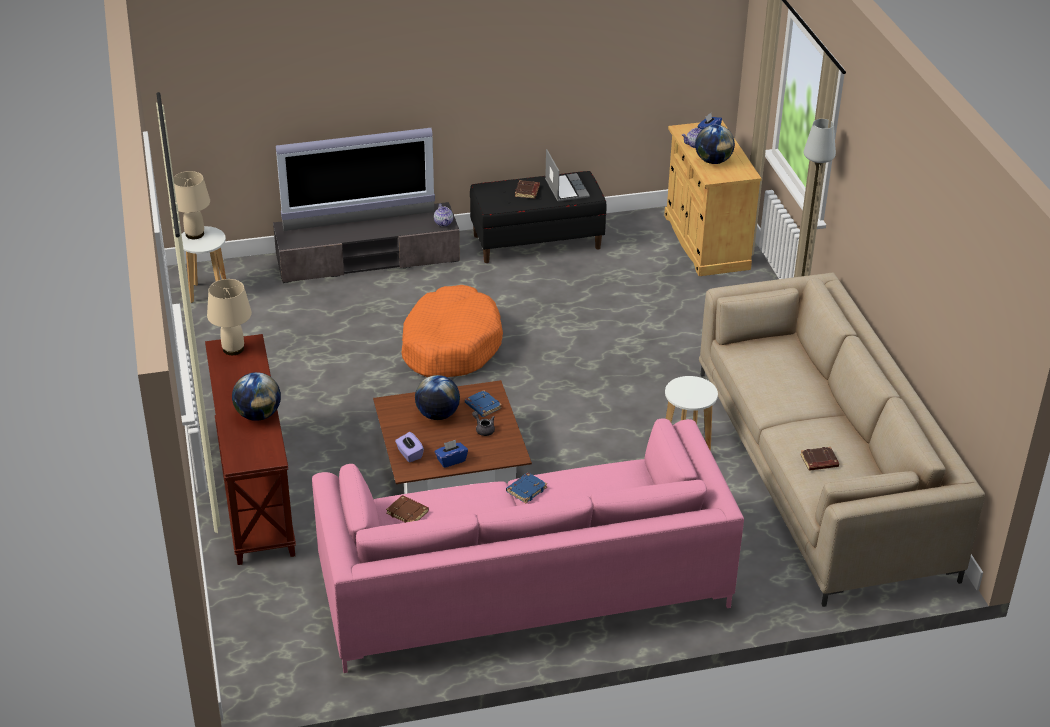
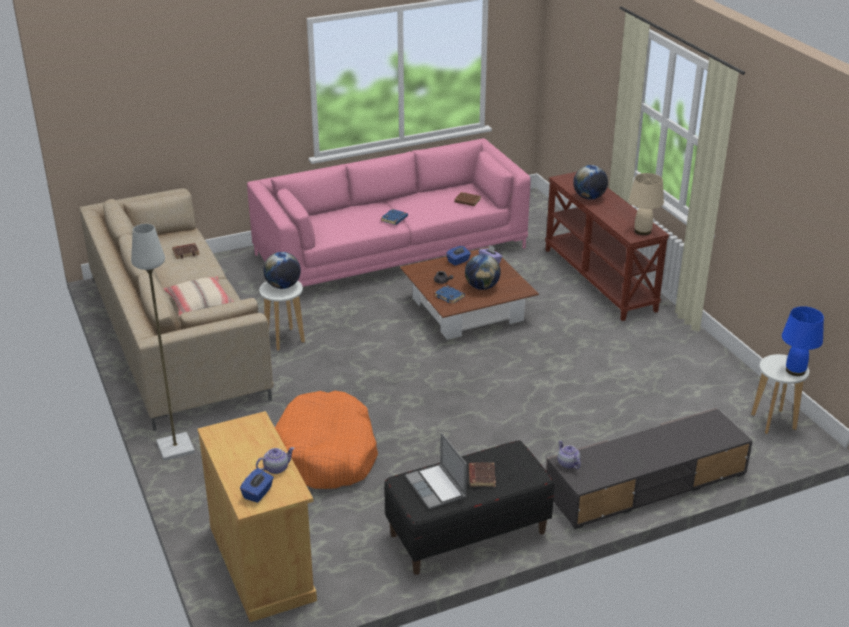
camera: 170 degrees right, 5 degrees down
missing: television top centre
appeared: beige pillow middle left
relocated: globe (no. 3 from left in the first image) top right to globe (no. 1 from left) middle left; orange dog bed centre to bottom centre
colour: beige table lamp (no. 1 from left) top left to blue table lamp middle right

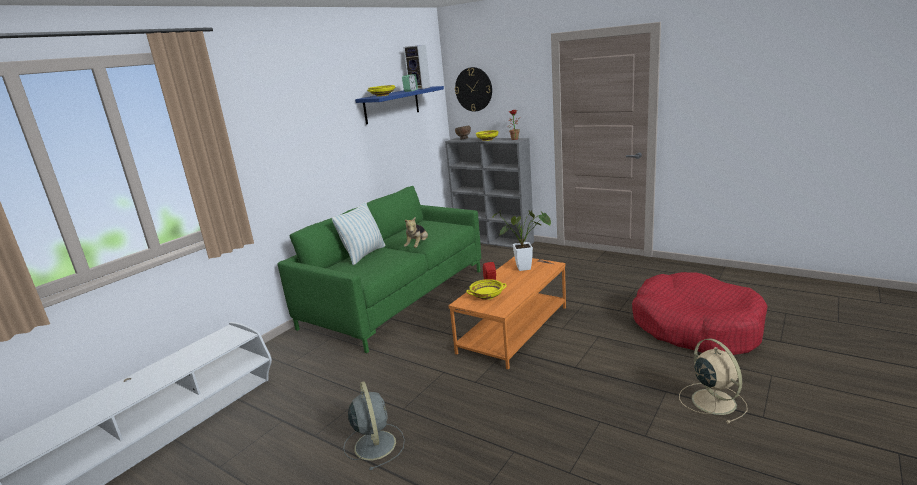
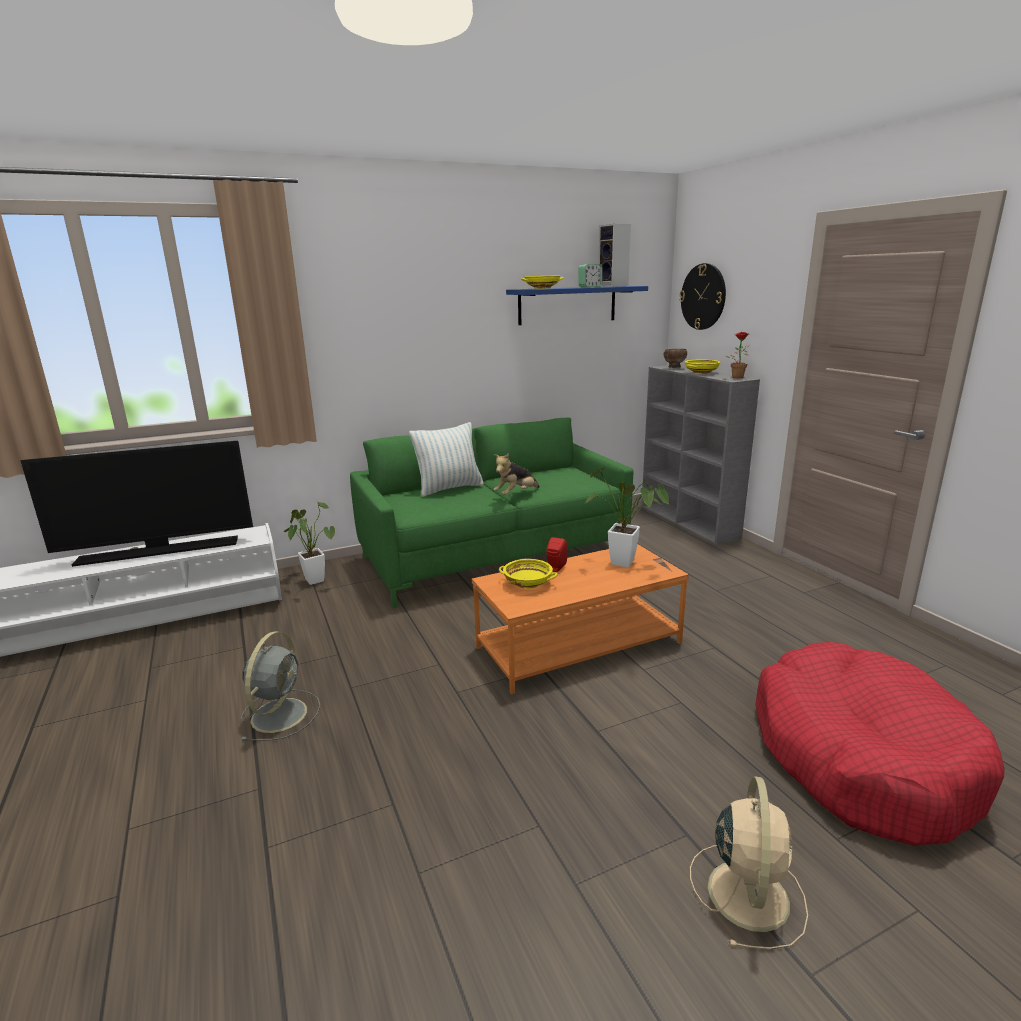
camera: 30 degrees right, 0 degrees up
appeared: television middle left; potted plant (no. 1 from left) middle left

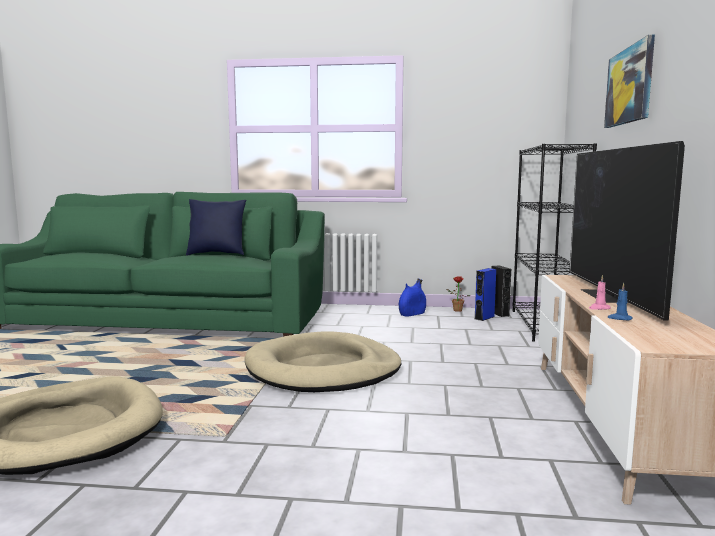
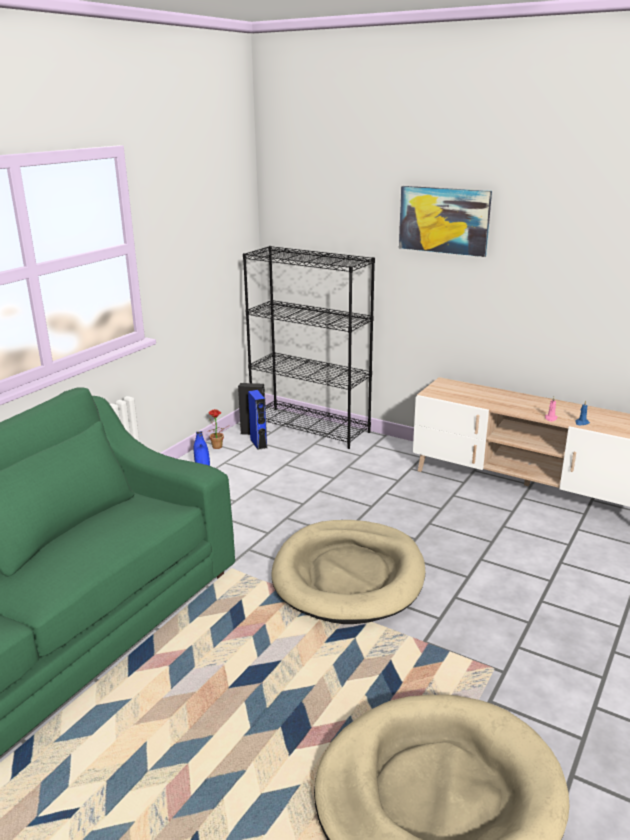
camera: 65 degrees left, 15 degrees up
missing: blue pillow middle left; television middle right

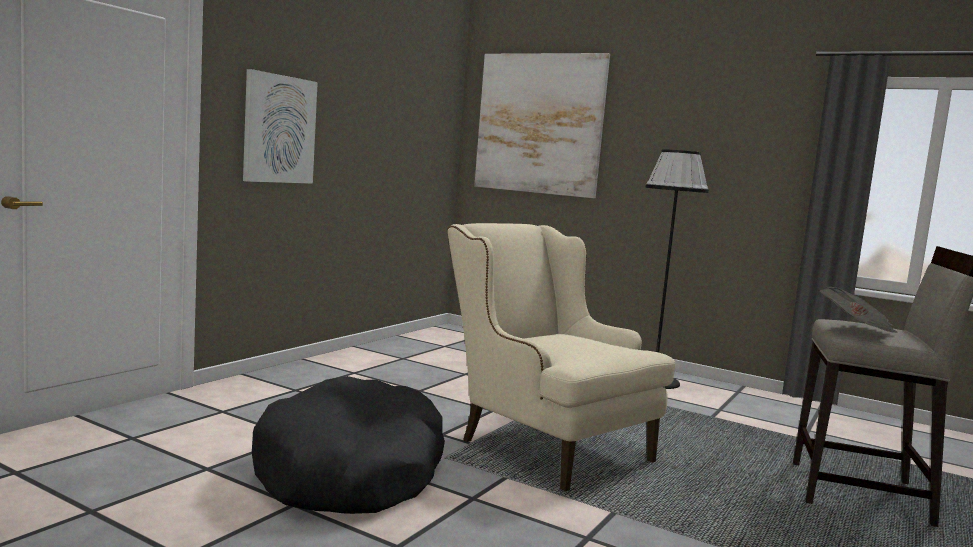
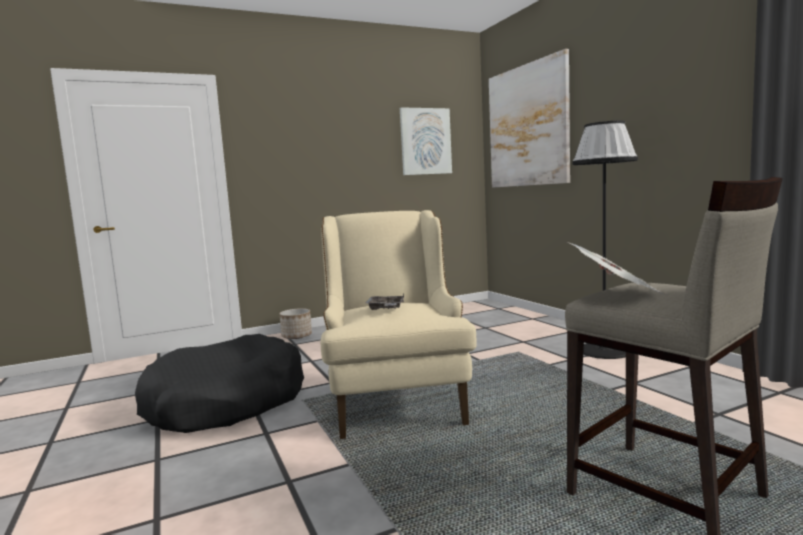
camera: 35 degrees right, 0 degrees up
appeared: planter centre; grey tray centre
relocated: picture (no. 1 from left) top left to top centre

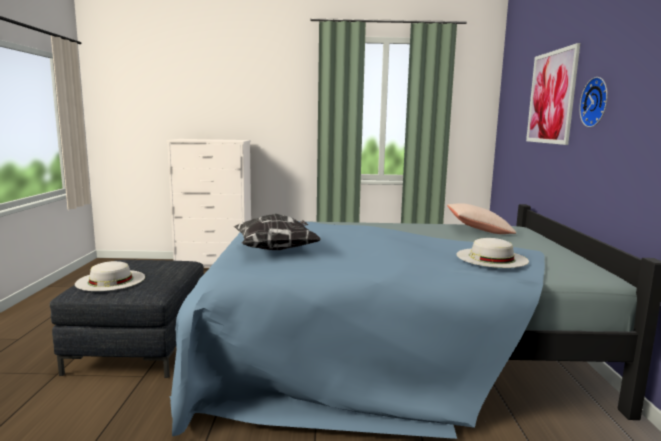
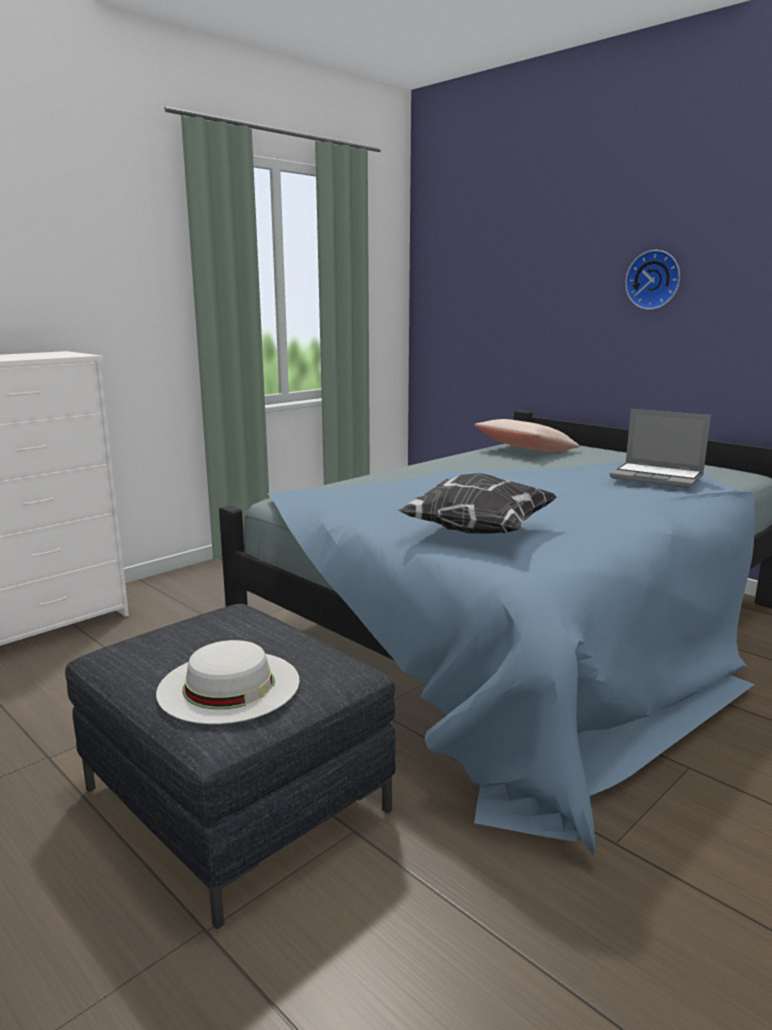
camera: 45 degrees left, 5 degrees up
missing: picture top right
exchanged: white hat (no. 2 from left) middle right to laptop middle right

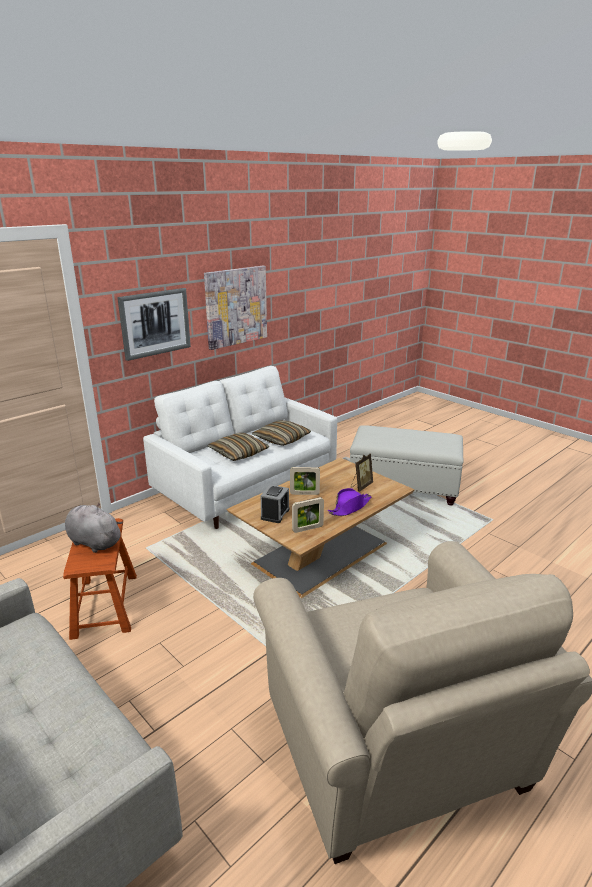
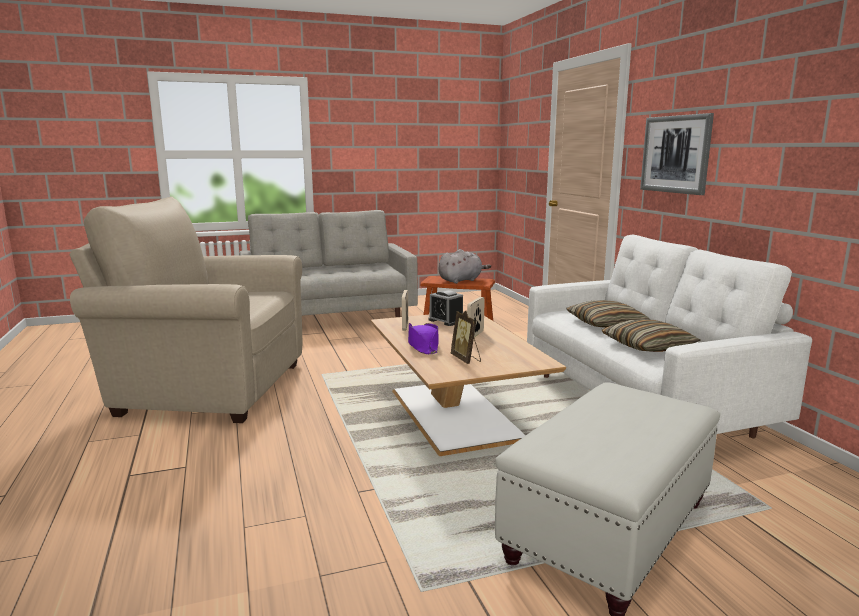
camera: 115 degrees right, 10 degrees down
missing: picture (no. 2 from left) centre

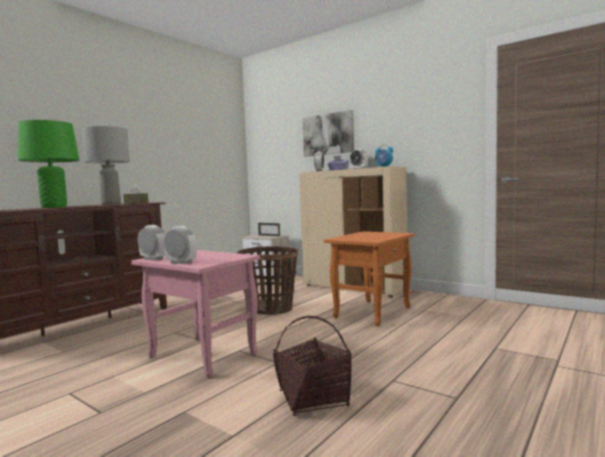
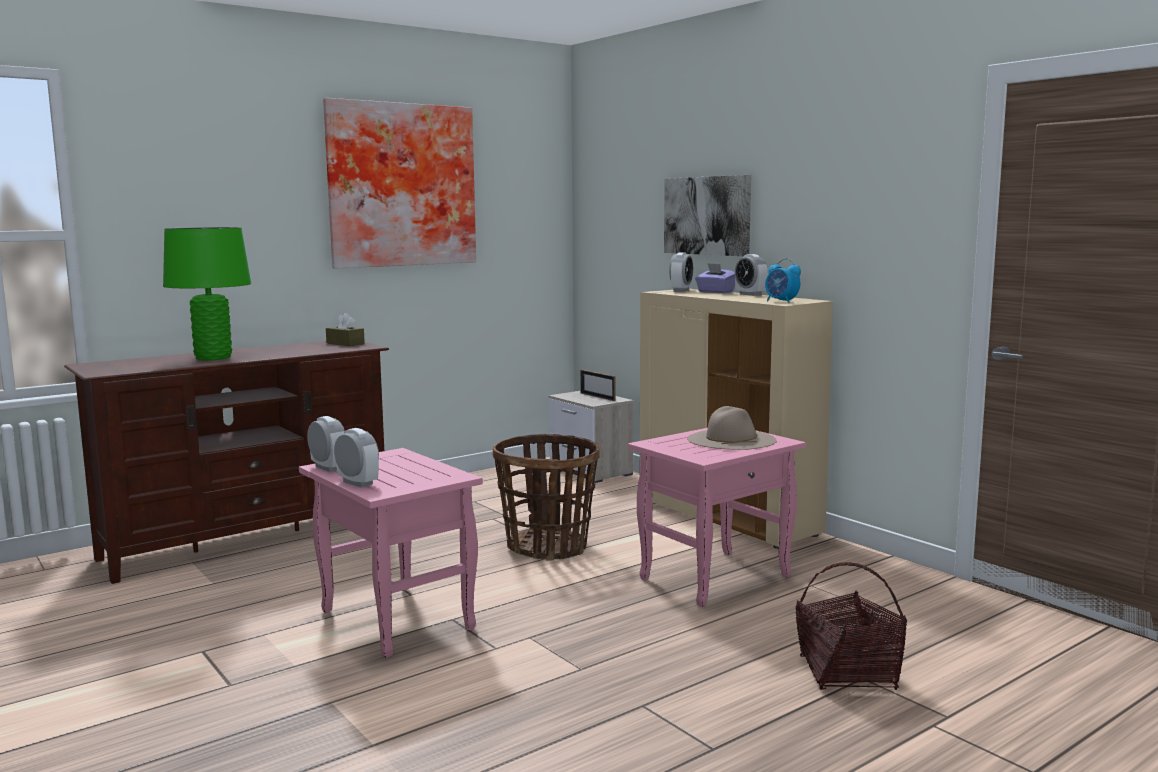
camera: 15 degrees right, 5 degrees up
missing: grey table lamp middle left
appeared: picture (no. 1 from left) top centre; beige hat centre
relocated: basket (no. 2 from left) bottom centre to bottom right
colour: orange side table centre to pink side table (no. 2 from left) bottom centre

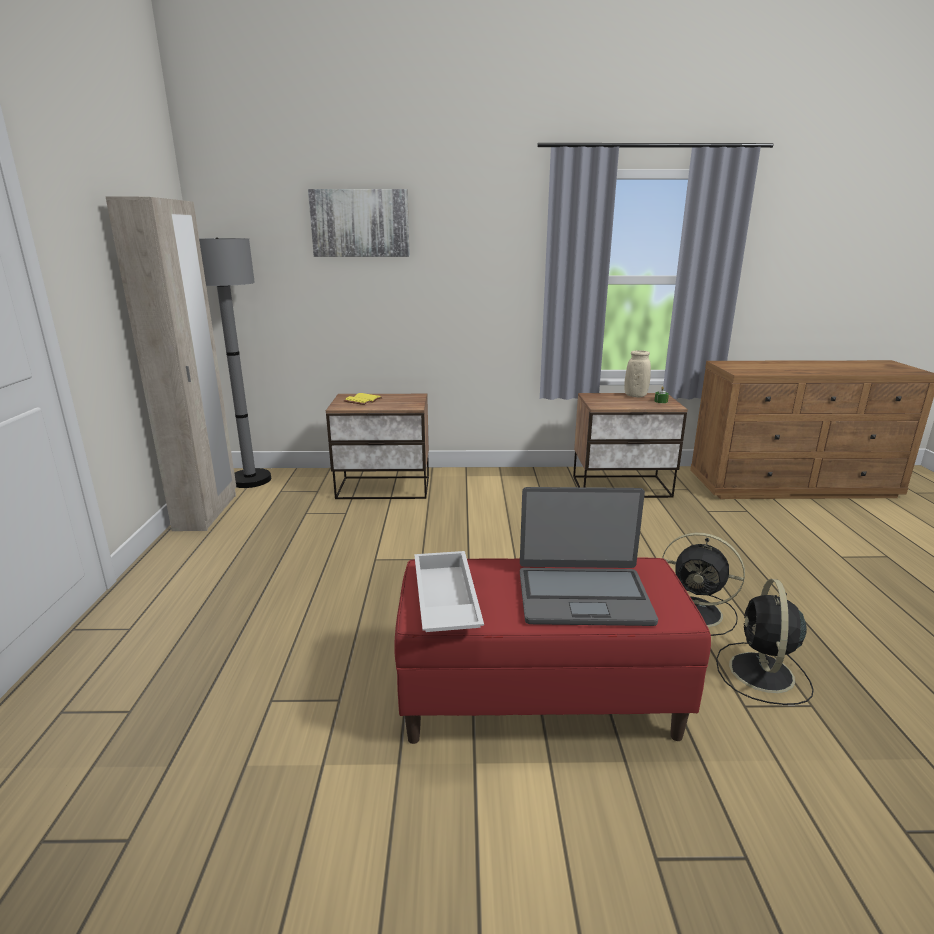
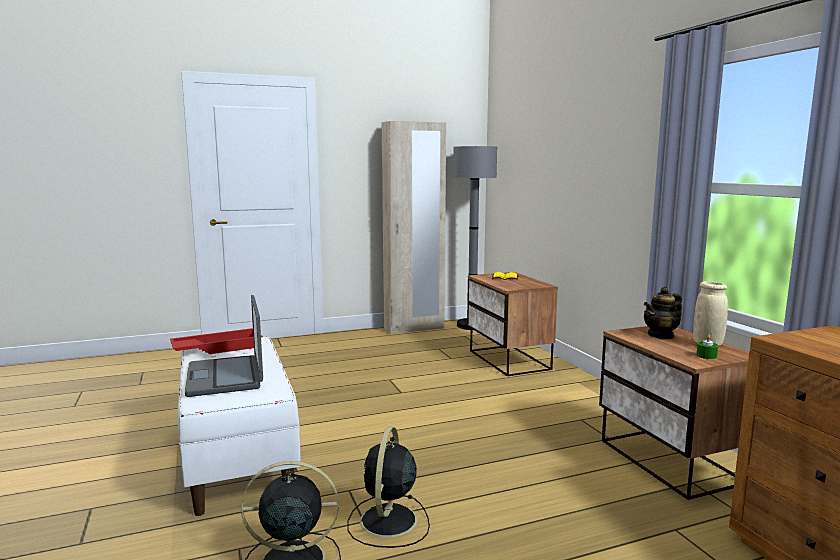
camera: 70 degrees right, 10 degrees down
missing: picture top centre
appeared: teapot middle right
colour: white tray centre to red tray middle left; red bench bottom centre to white bench bottom left

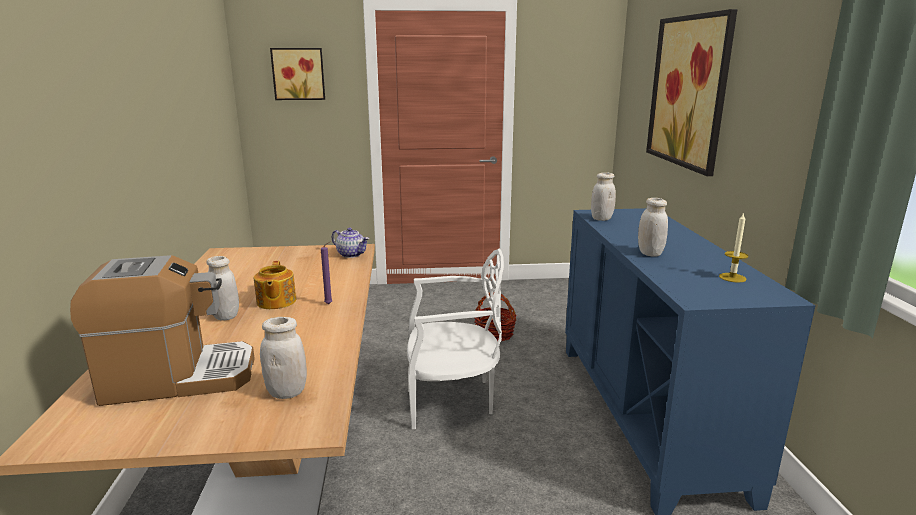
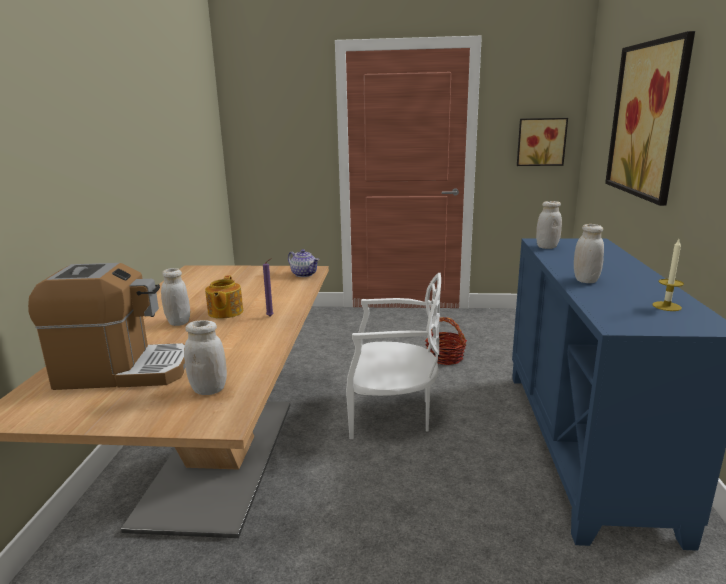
camera: 10 degrees right, 0 degrees up
relocated: picture (no. 1 from left) top left to top right

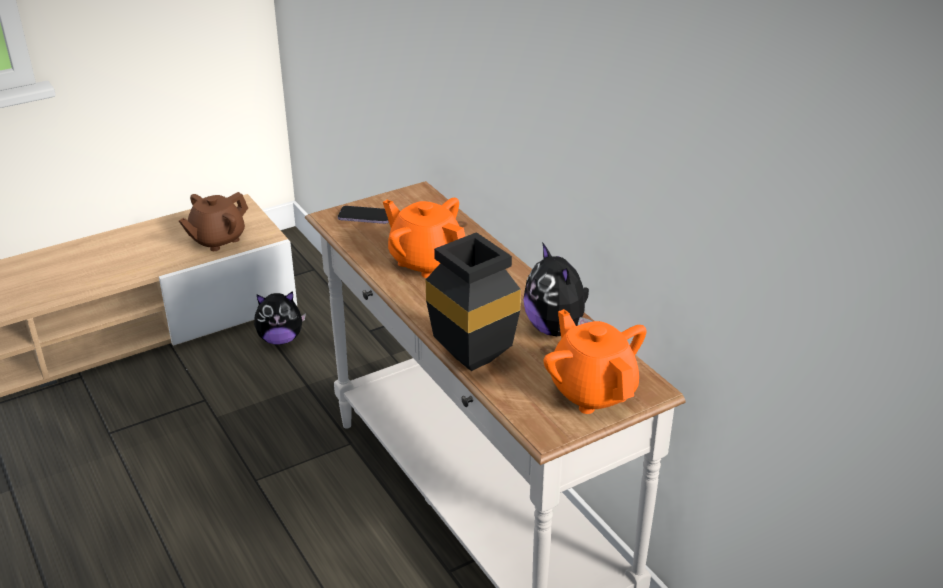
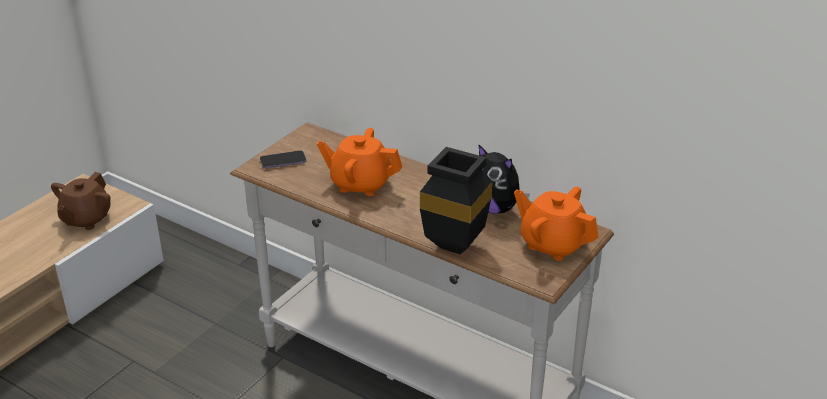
camera: 25 degrees left, 0 degrees up
missing: plush toy (no. 1 from left) middle left

